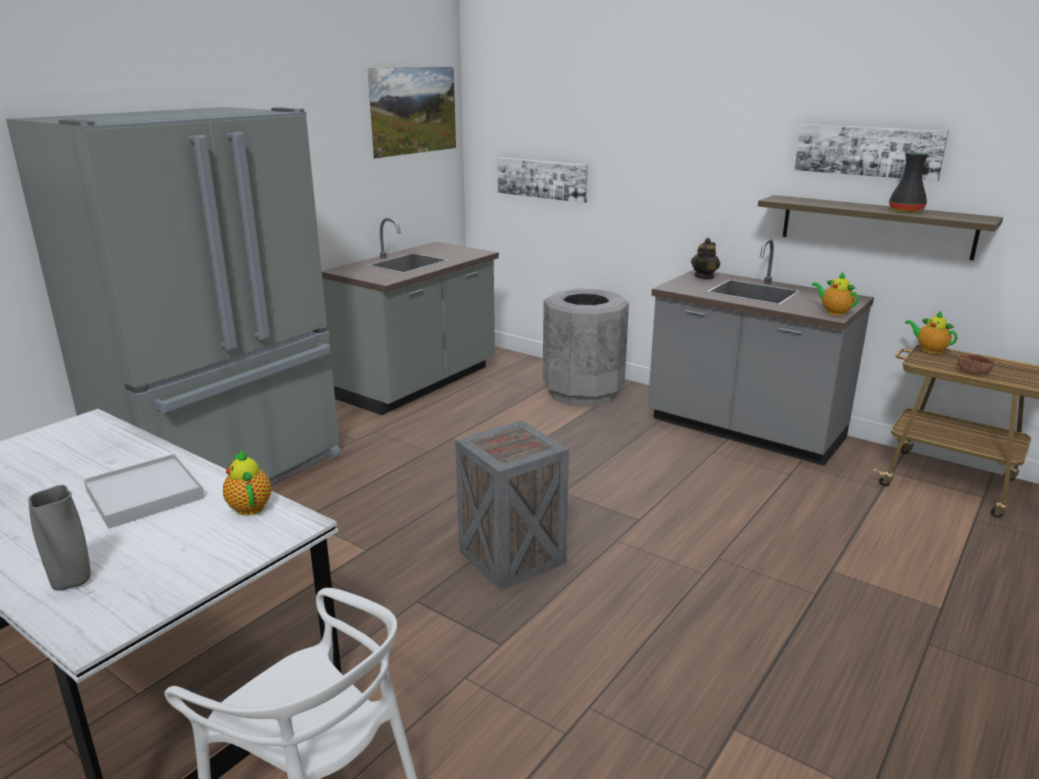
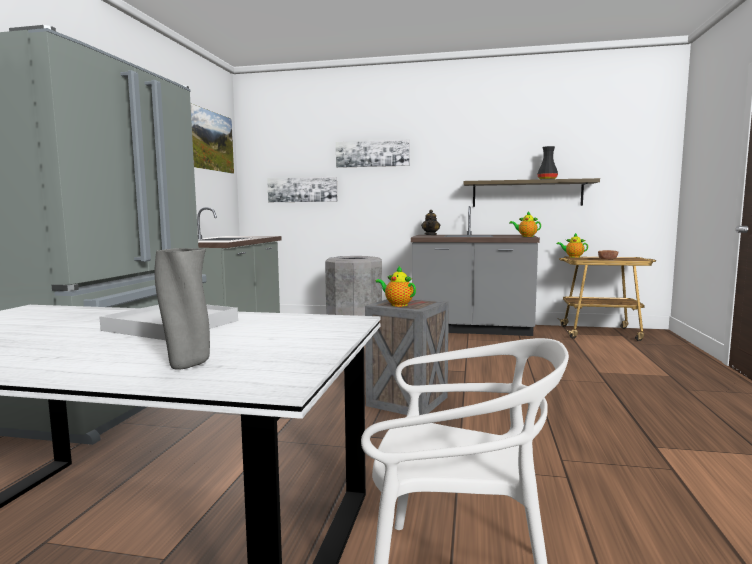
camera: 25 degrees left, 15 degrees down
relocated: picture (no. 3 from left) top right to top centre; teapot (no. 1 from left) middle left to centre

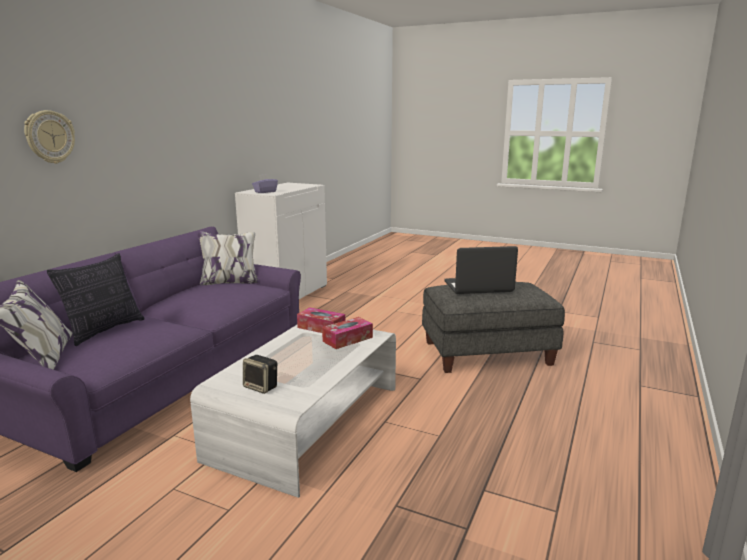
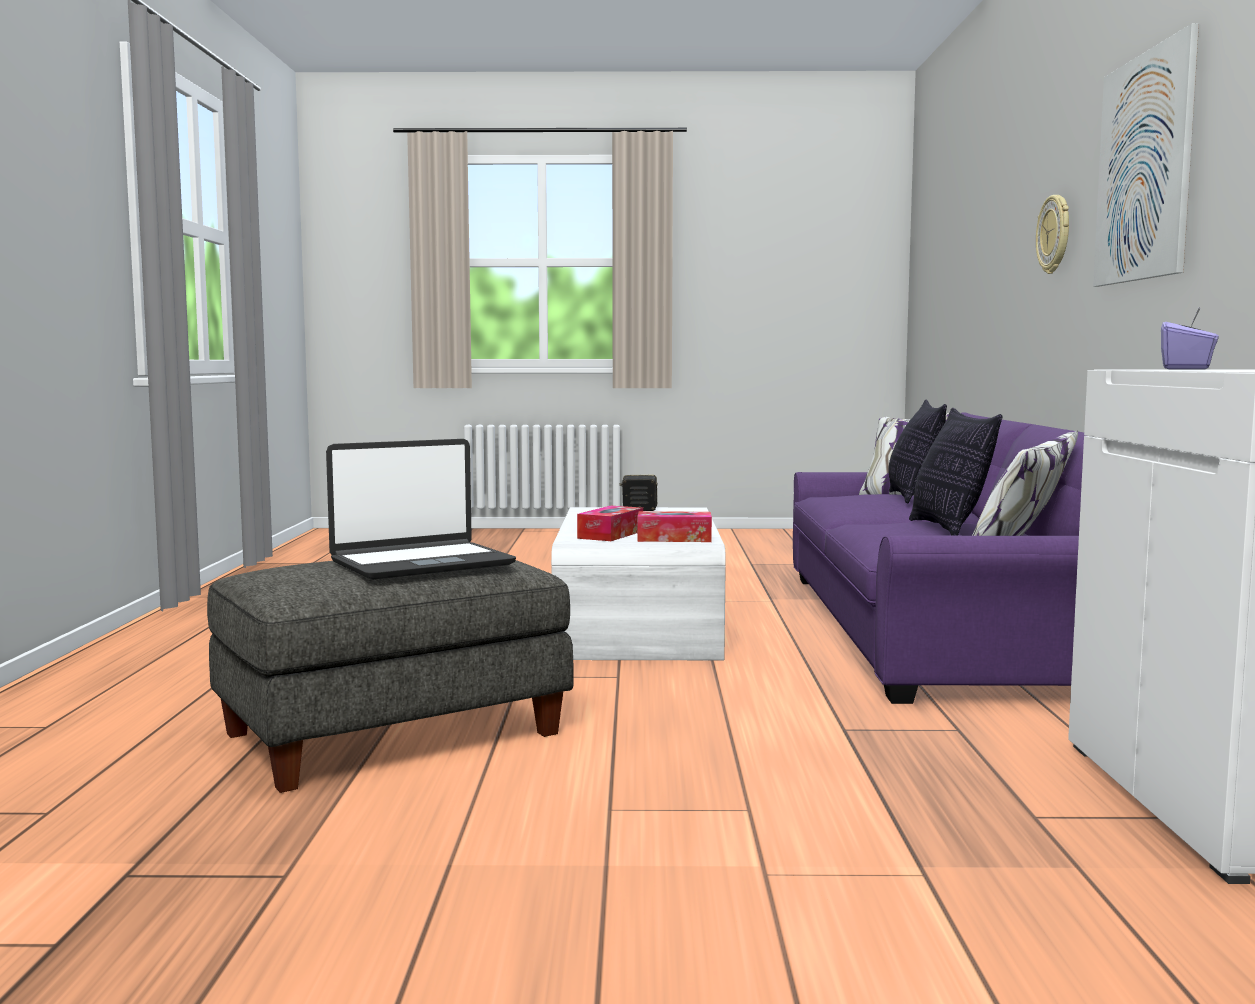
camera: 155 degrees right, 10 degrees down
appeared: pillow (no. 2 from left) middle right; picture top right

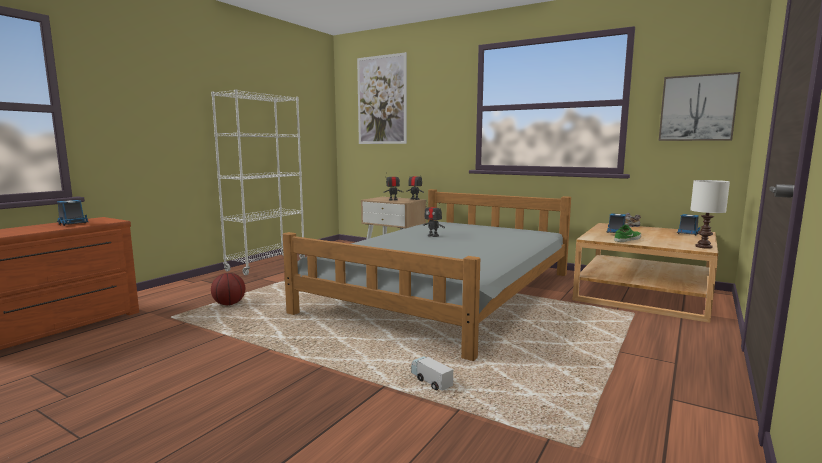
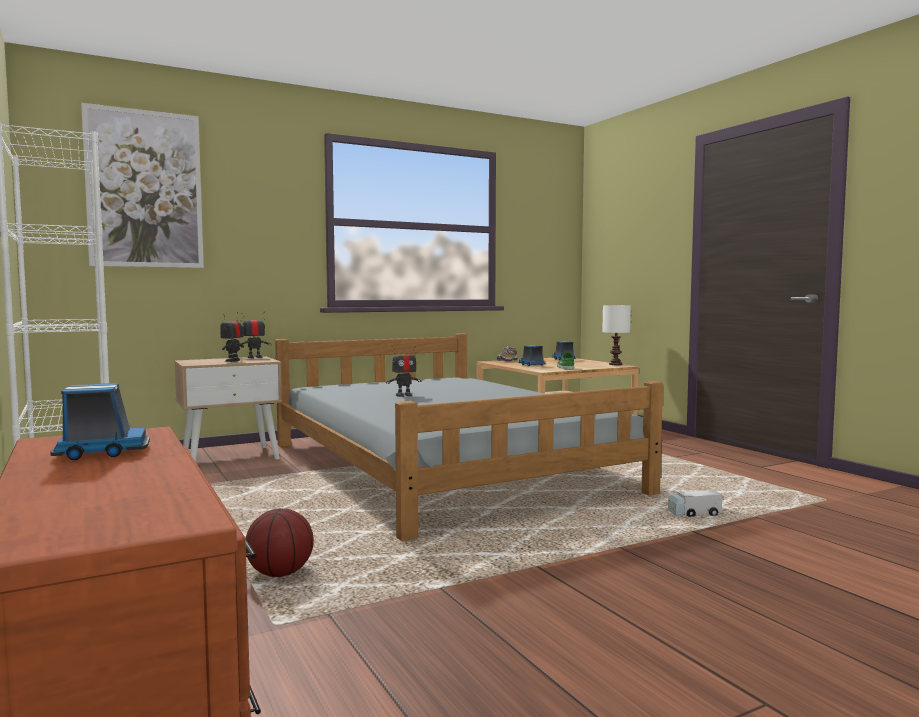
camera: 60 degrees left, 5 degrees down
missing: picture (no. 2 from left) top right

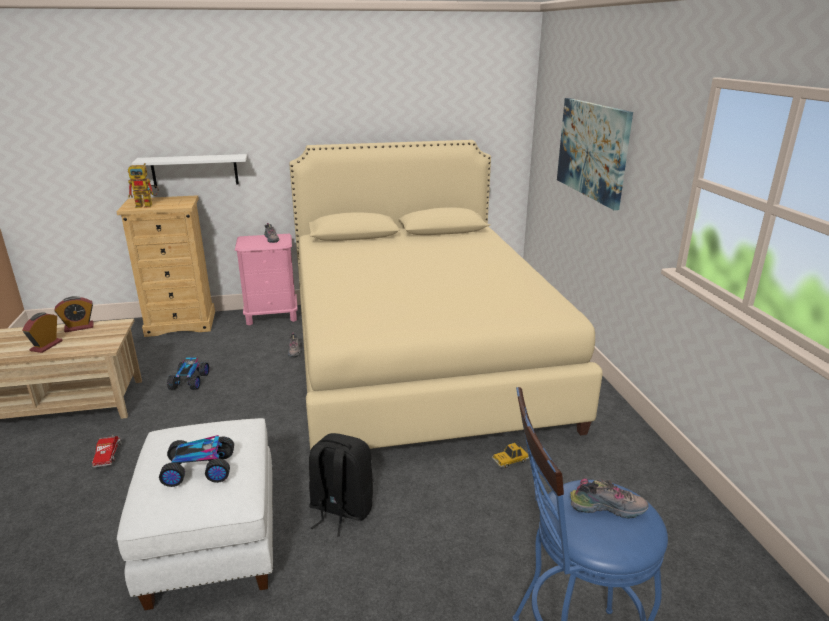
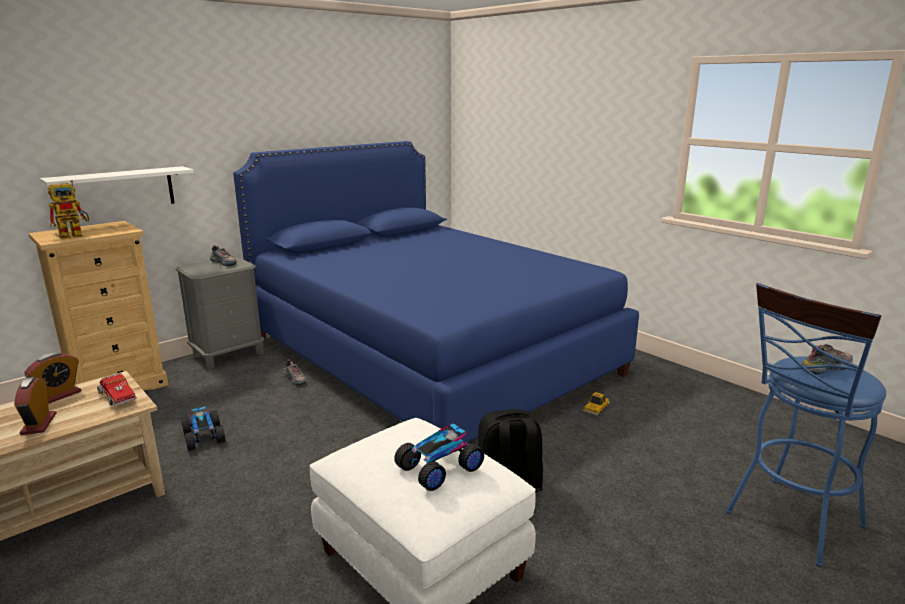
camera: 30 degrees left, 5 degrees down
missing: picture top right
relocated: toy truck bottom left to middle left
colour: pink nightstand middle left to grey nightstand middle left; beige bed centre to blue bed centre

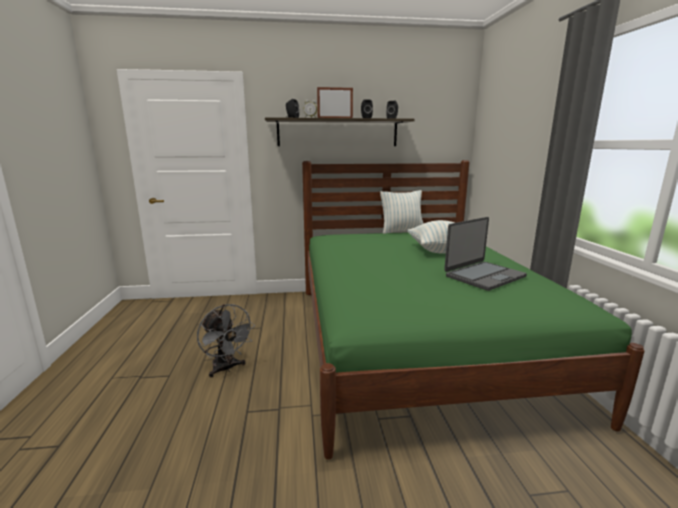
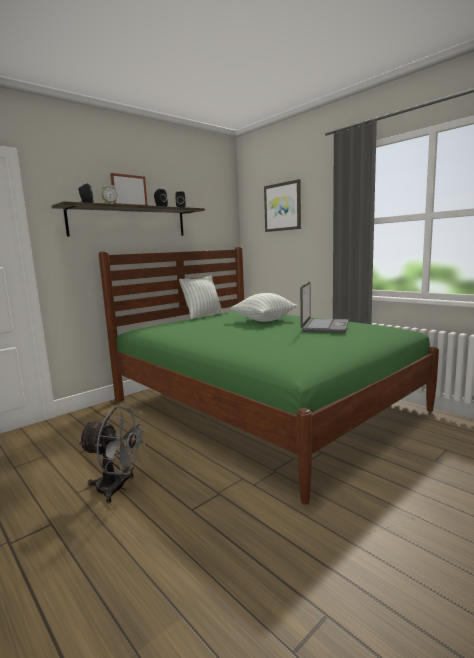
camera: 35 degrees left, 5 degrees down
appeared: picture top centre

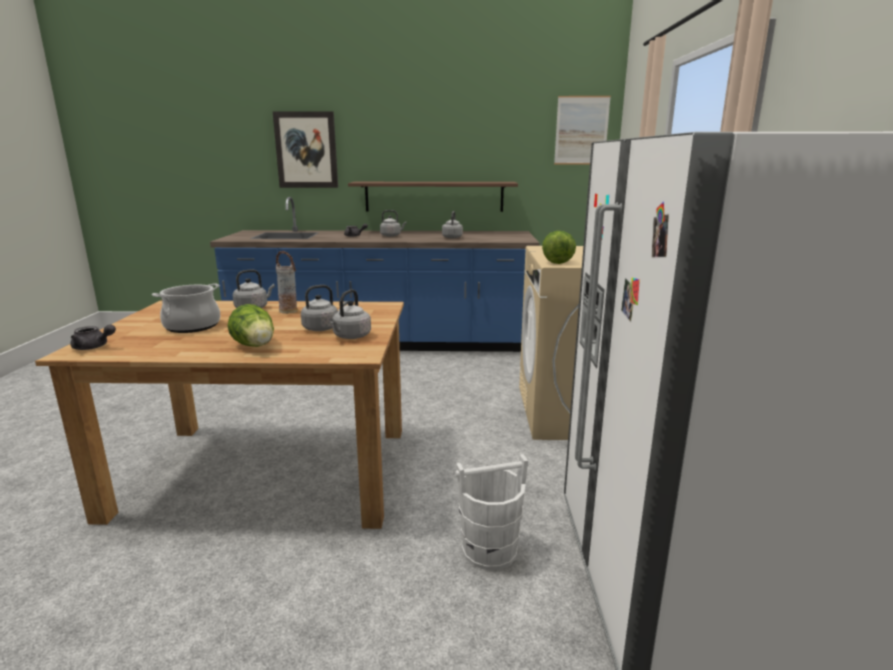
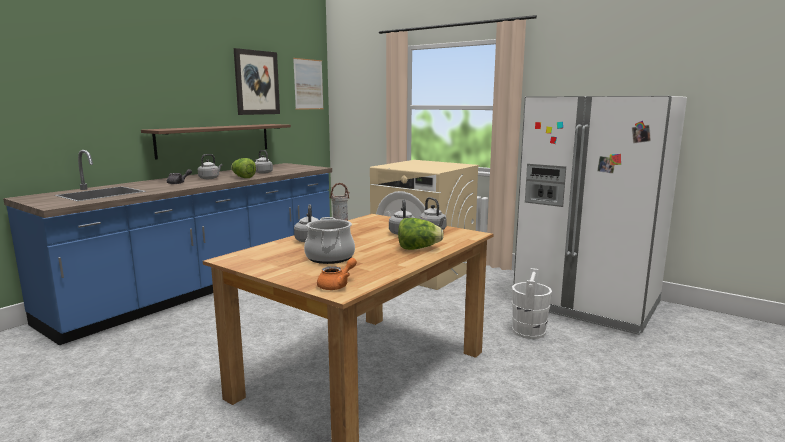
camera: 55 degrees left, 5 degrees down
relocated: lettuce (no. 2 from left in the first image) centre to lettuce (no. 1 from left) middle left; picture (no. 1 from left) top centre to top left
colour: grey teapot (no. 1 from left) middle left to orange teapot centre

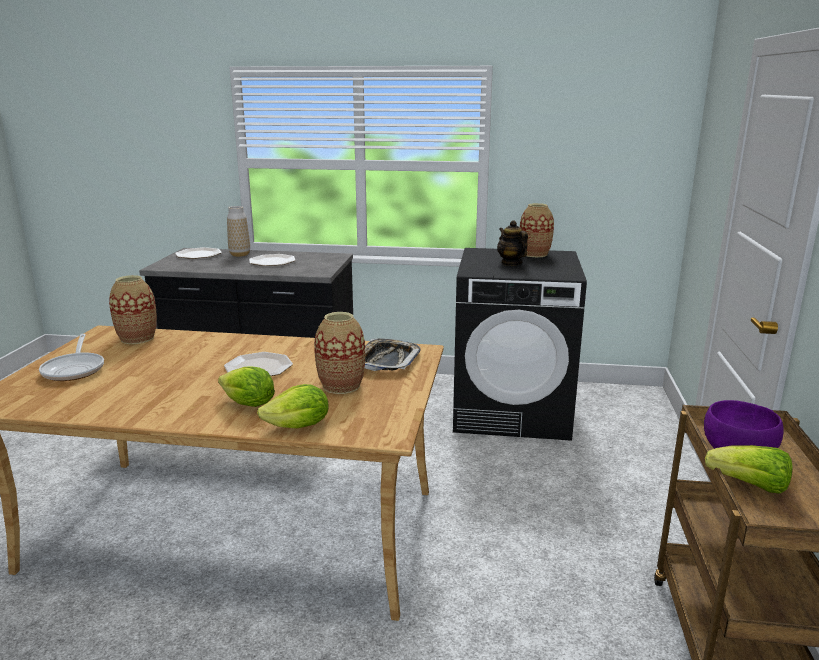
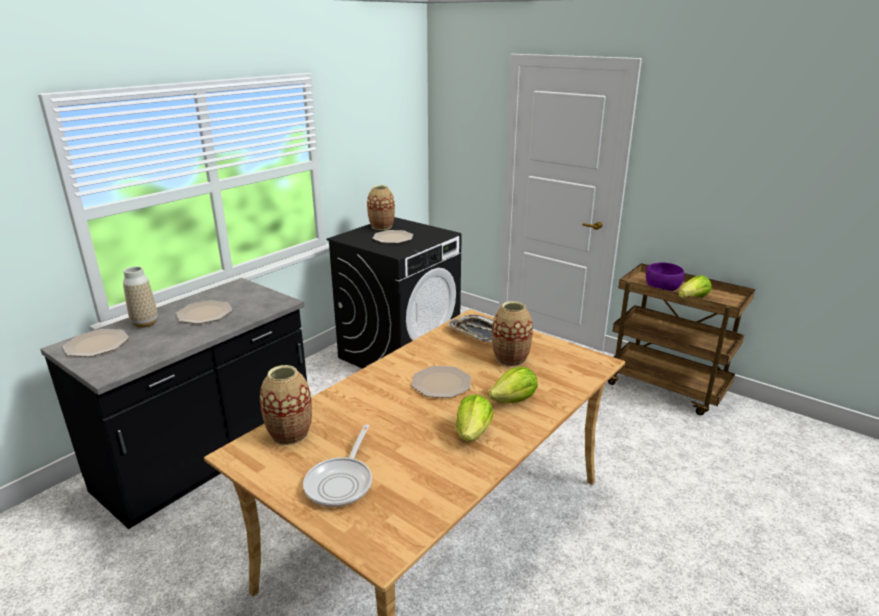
camera: 60 degrees left, 5 degrees up
relocated: lettuce (no. 2 from left in the first image) centre to lettuce (no. 1 from left) bottom centre
exchanged: teapot centre to plate (no. 3 from left) centre
spun: frying pan middle left = bottom centre 90 degrees clockwise

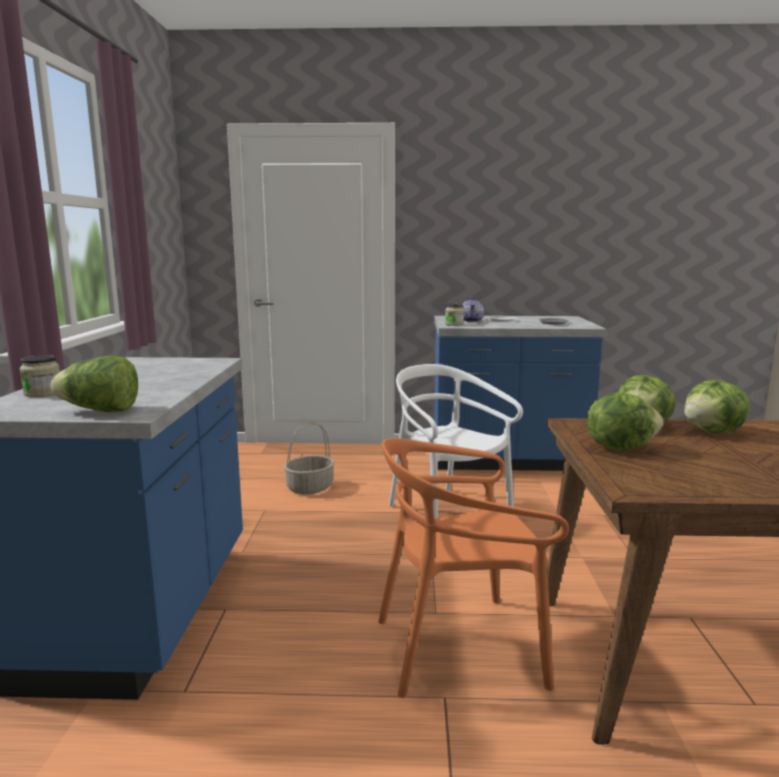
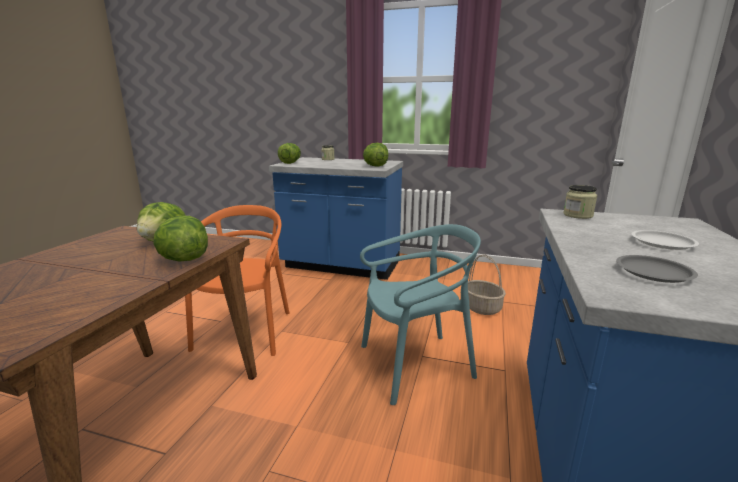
camera: 105 degrees right, 5 degrees up
missing: teapot centre
relocated: lettuce (no. 4 from left) middle right to top centre
colour: white chair centre to turquoise chair centre

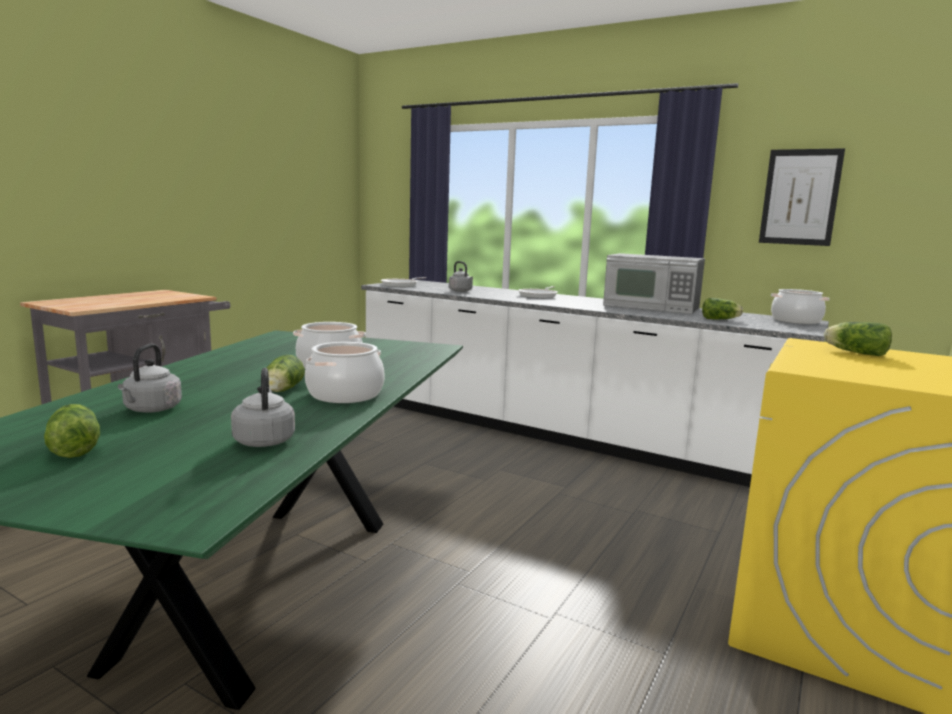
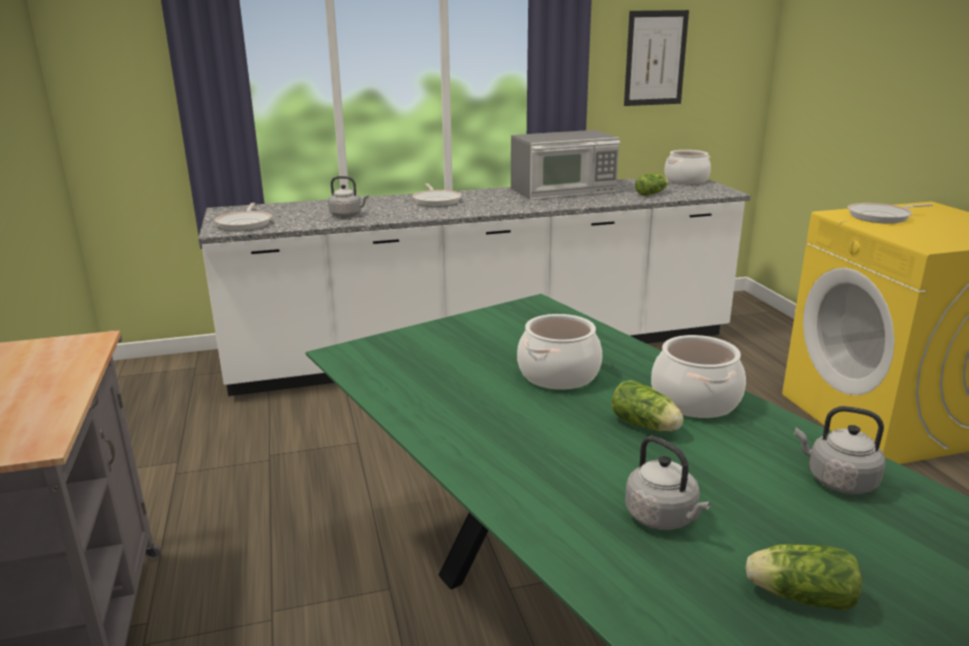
camera: 45 degrees left, 10 degrees up
exchanged: lettuce (no. 4 from left) middle right to frying pan (no. 3 from left) top right

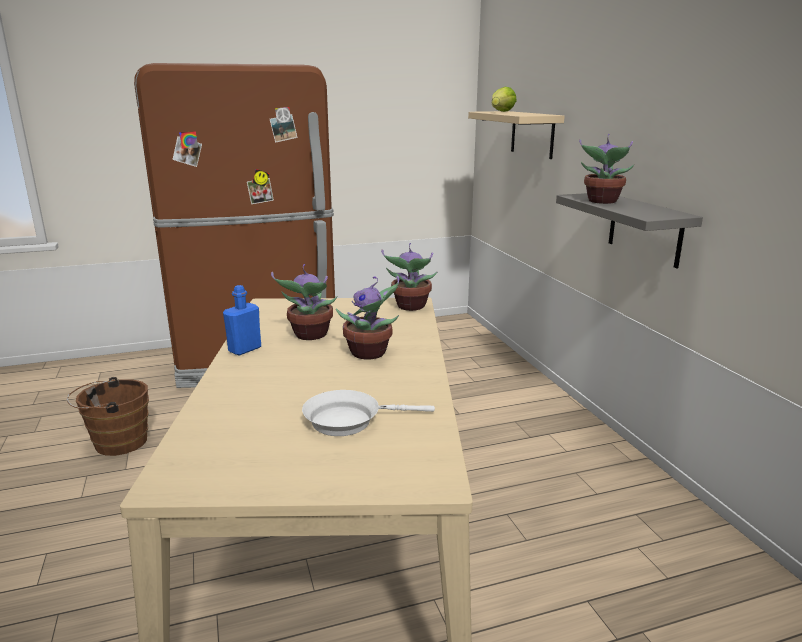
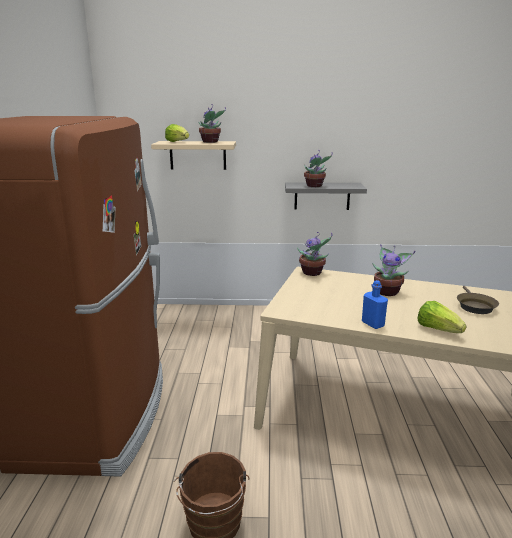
camera: 70 degrees left, 0 degrees up
appeared: lettuce (no. 2 from left) middle right
relocated: potted plant (no. 1 from left) centre to top centre
colour: white frying pan centre to brown frying pan middle right

